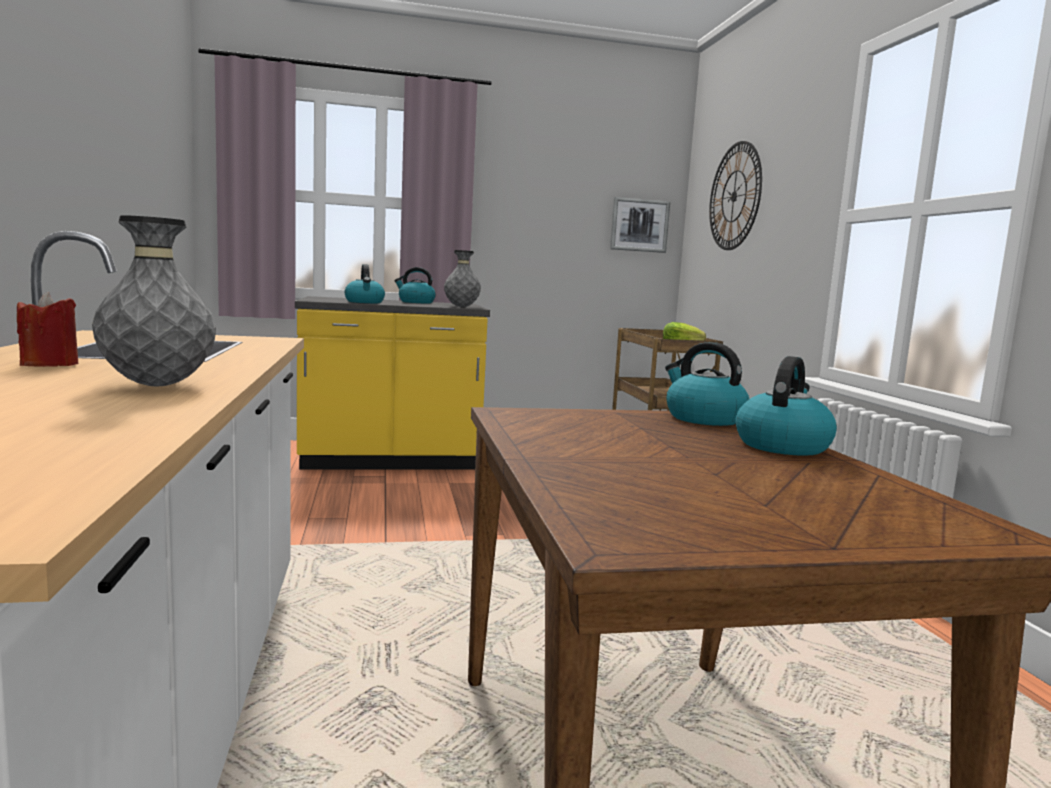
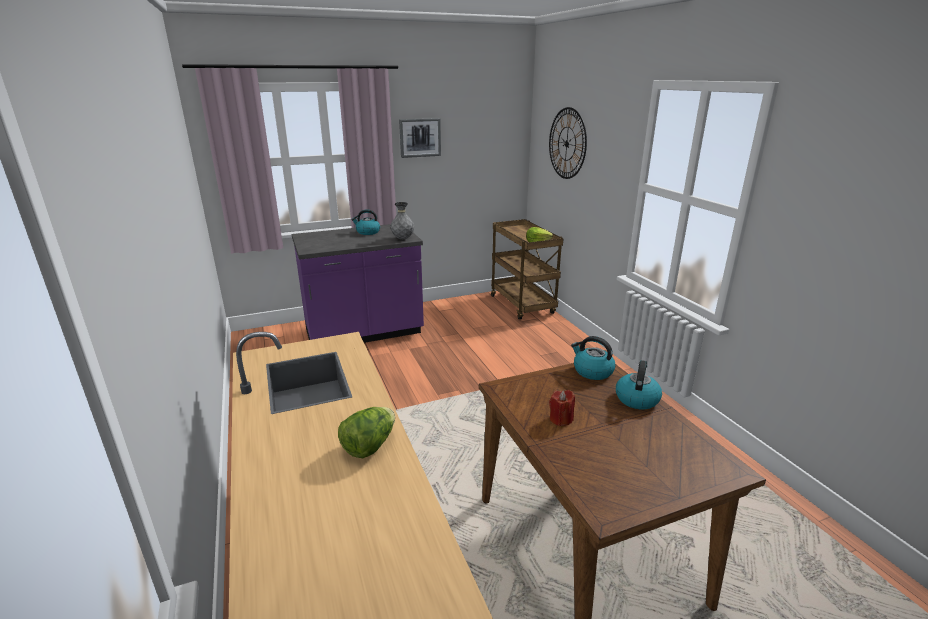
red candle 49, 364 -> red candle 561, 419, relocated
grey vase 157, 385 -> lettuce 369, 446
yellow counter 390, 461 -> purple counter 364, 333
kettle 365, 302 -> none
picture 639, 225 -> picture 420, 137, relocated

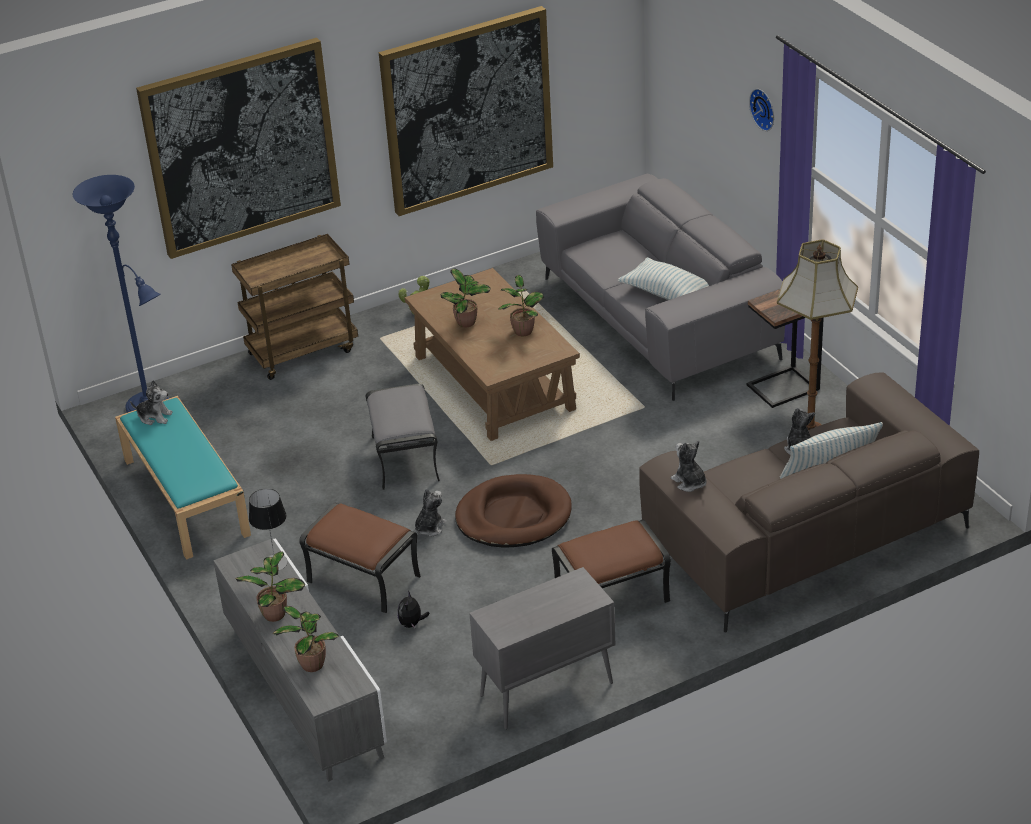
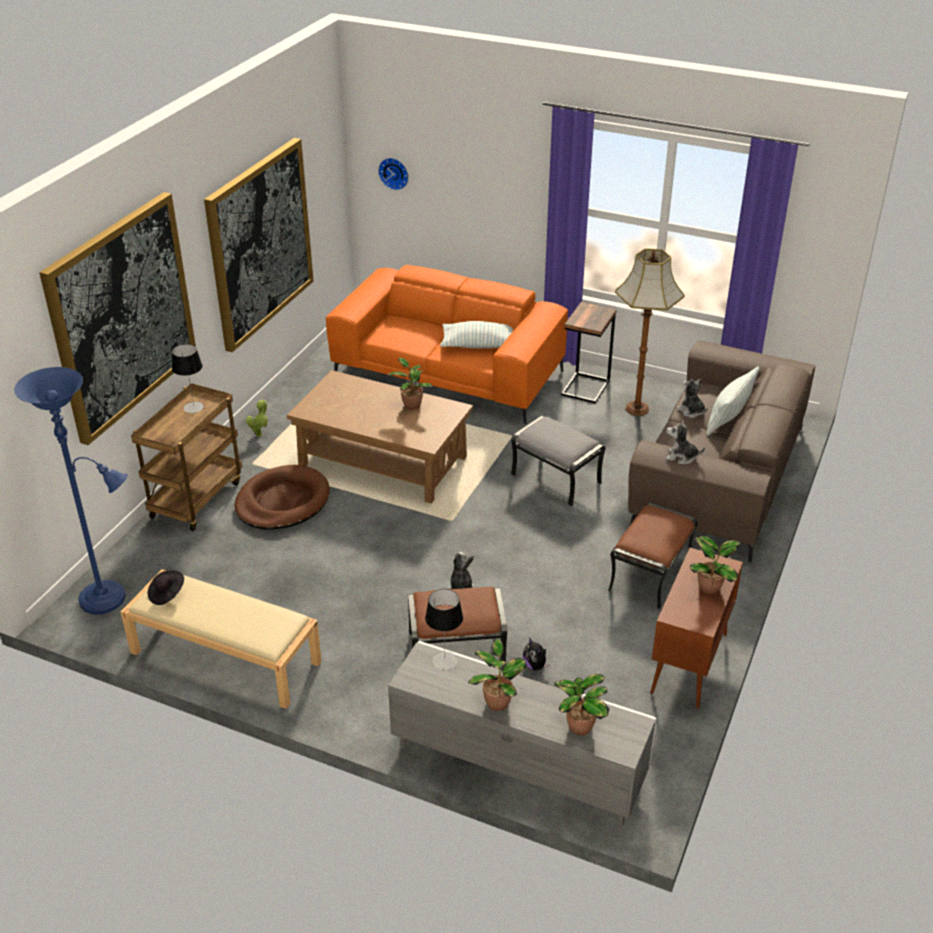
turquoise bench 185, 496 -> beige bench 224, 657
plush toy 154, 417 -> black hat 166, 594
grey ottoman 406, 458 -> grey ottoman 557, 478, relocated
potted plant 467, 323 -> potted plant 710, 587, relocated
brown dog bed 513, 516 -> brown dog bed 282, 502, relocated
grey cabinet 545, 690 -> brown cabinet 689, 664
grey sofa 658, 318 -> orange sofa 448, 374
wall clock 764, 108 -> wall clock 394, 173, relocated
none -> table lamp 193, 407

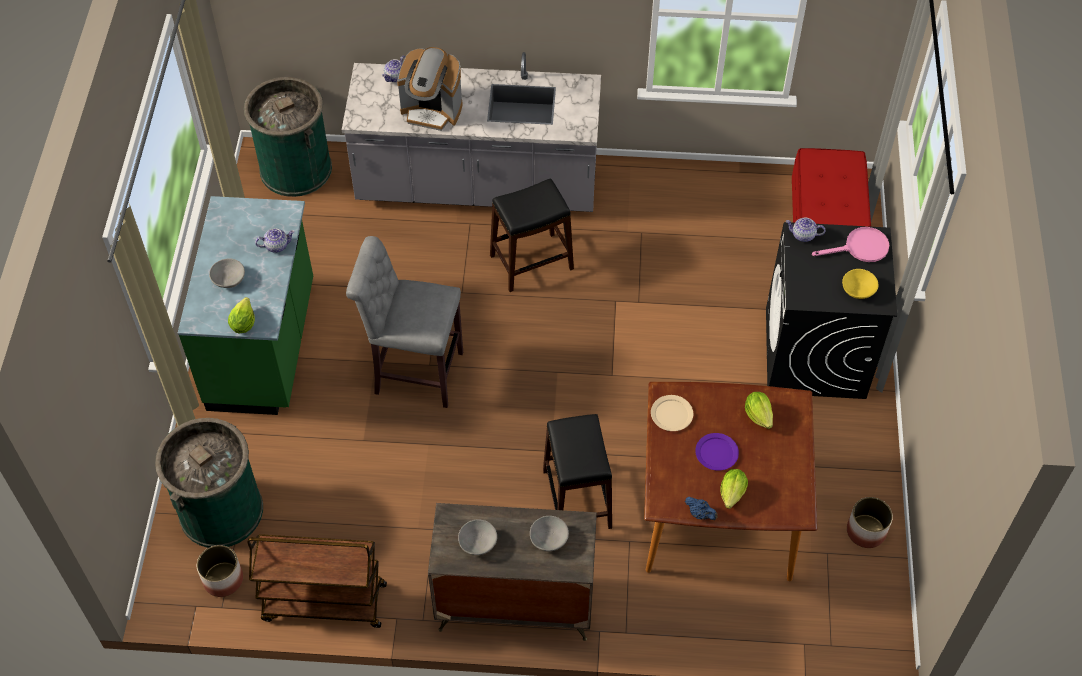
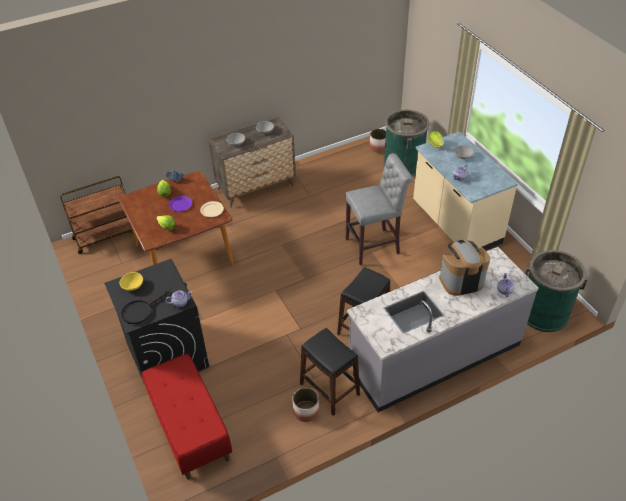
green counter 264, 346 -> beige counter 455, 224
brown cart 323, 603 -> brown cart 105, 236, relocated
black stool 576, 499 -> black stool 329, 389, relocated
pink frying pan 860, 248 -> black frying pan 140, 311
planter 866, 531 -> planter 306, 411, relocated

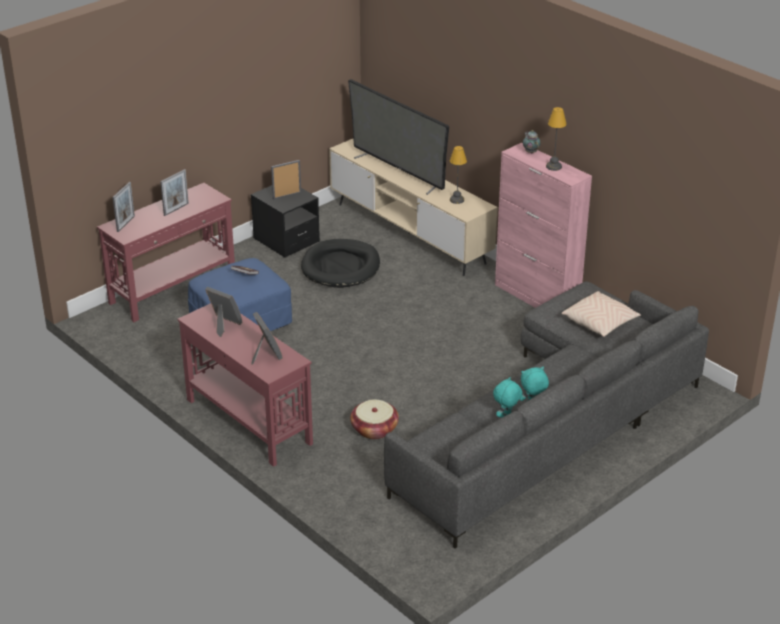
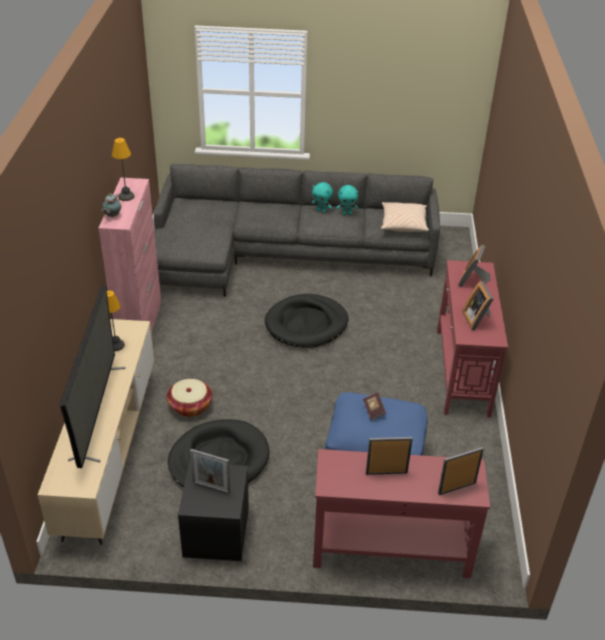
basket 374, 429 -> basket 190, 406, relocated
beige pillow 600, 323 -> beige pillow 403, 224, relocated
none -> black dog bed 306, 324

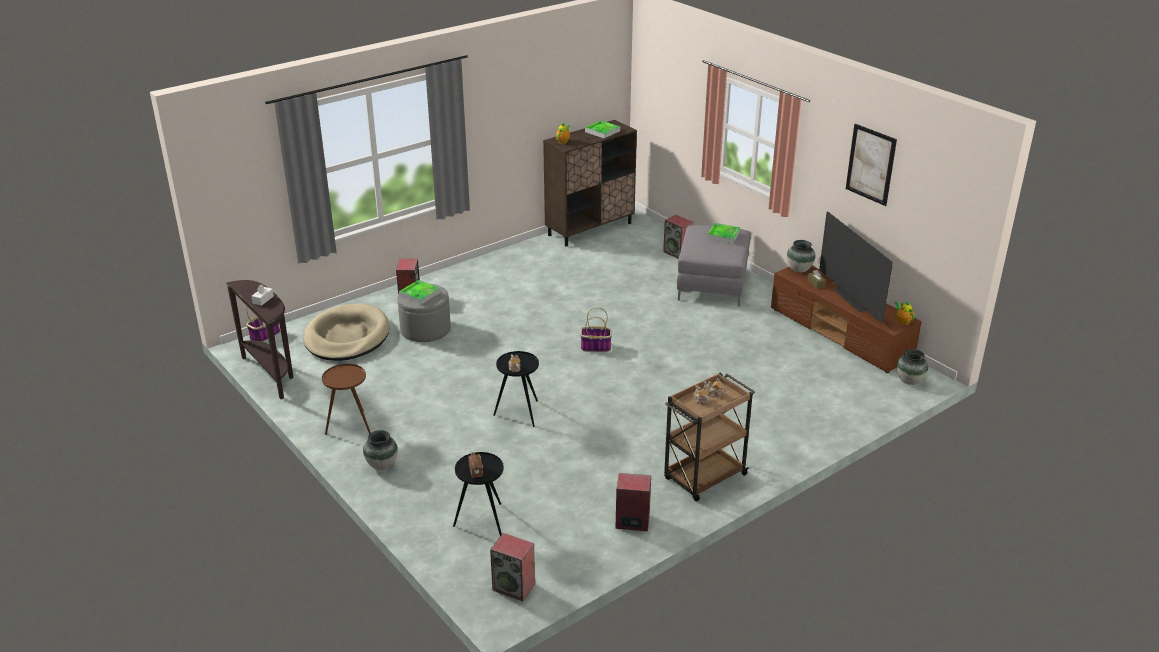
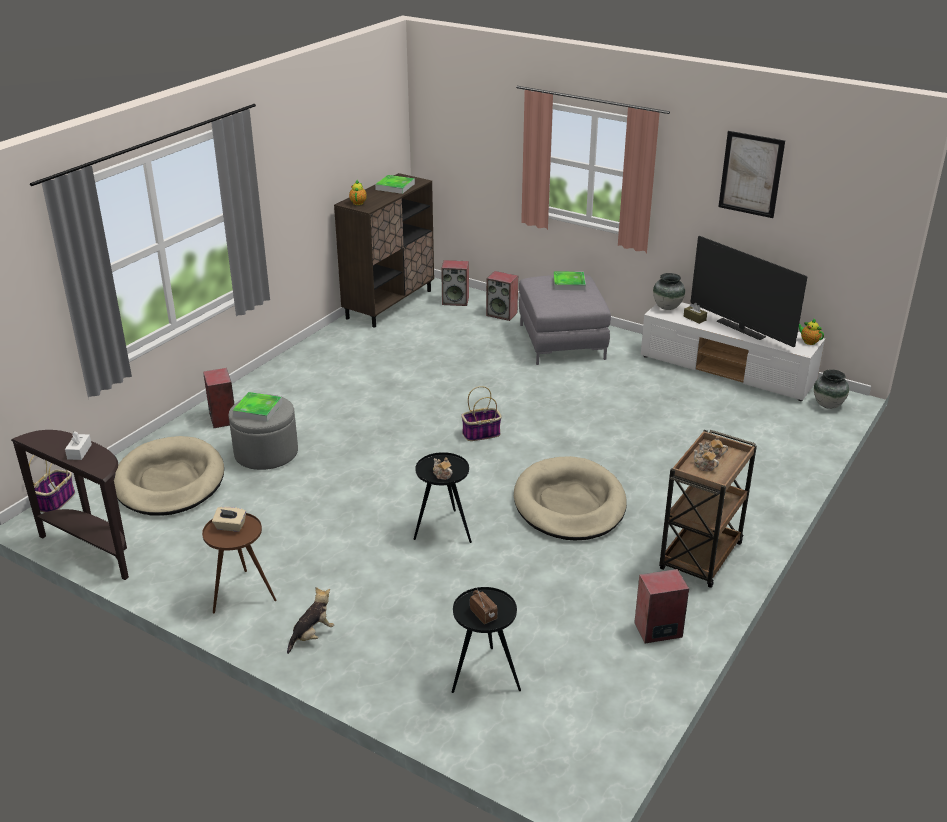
vase 381, 465 -> plush toy 312, 635
speaker 514, 587 -> speaker 456, 301, relocated
brown tv stand 841, 334 -> white tv stand 728, 370
none -> beige tissue box 230, 526
none -> beige dog bed 569, 504

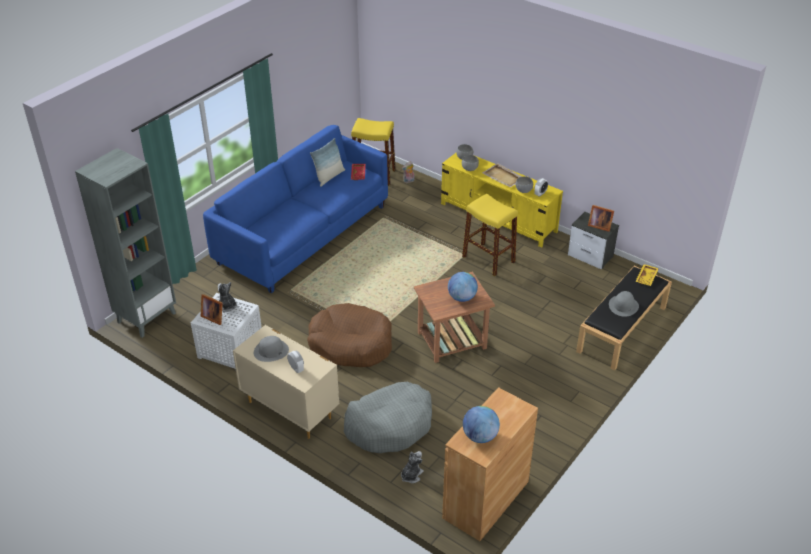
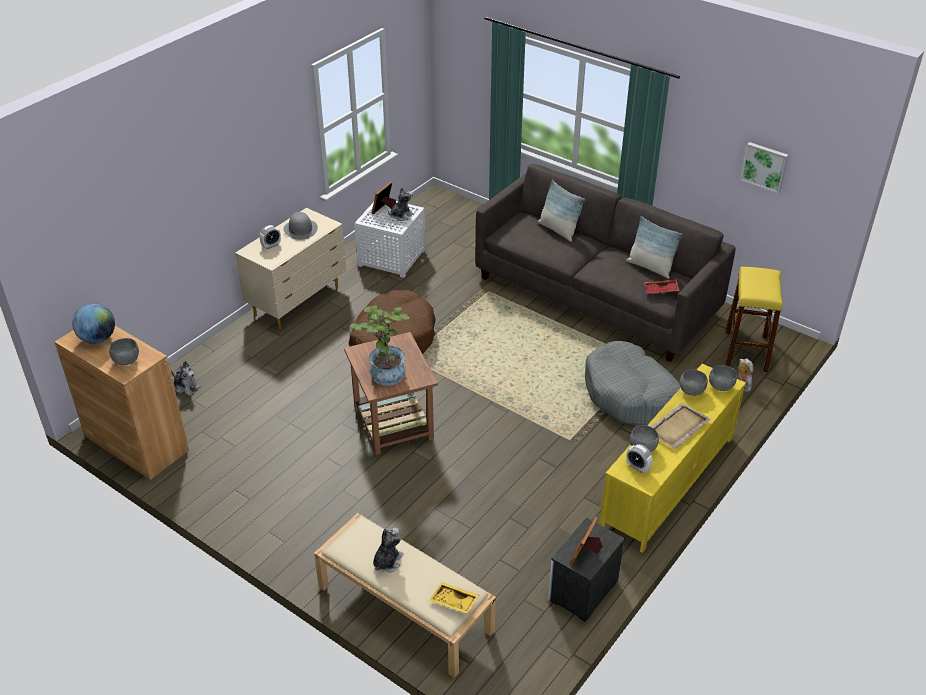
grey bookcase 146, 317 -> none
blue sofa 303, 234 -> grey sofa 596, 295
grey dog bed 390, 425 -> grey dog bed 630, 395, relocated
globe 462, 297 -> potted plant 384, 371
yellow stool 488, 259 -> none
black bench 622, 330 -> beige bench 403, 608
grey hat 623, 306 -> plush toy 387, 562
none -> grey bowl 127, 360
none -> pillow 558, 230
none -> picture 765, 166

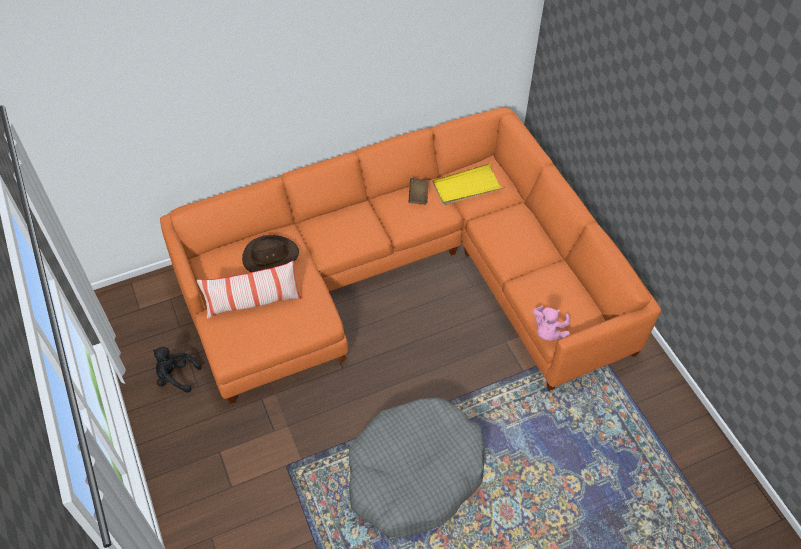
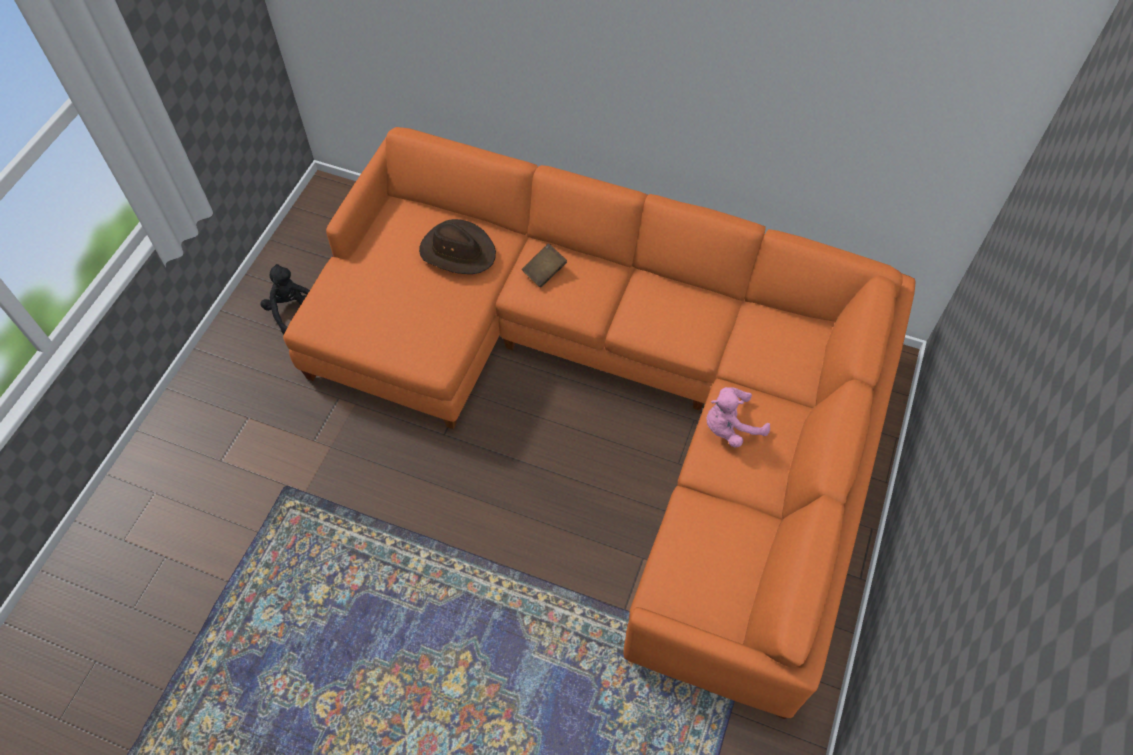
pillow 253, 302 -> none
grey dog bed 414, 474 -> none
brown book 418, 196 -> brown book 544, 272, relocated
yellow tray 467, 187 -> none
pink plush toy 548, 332 -> pink plush toy 730, 427, relocated

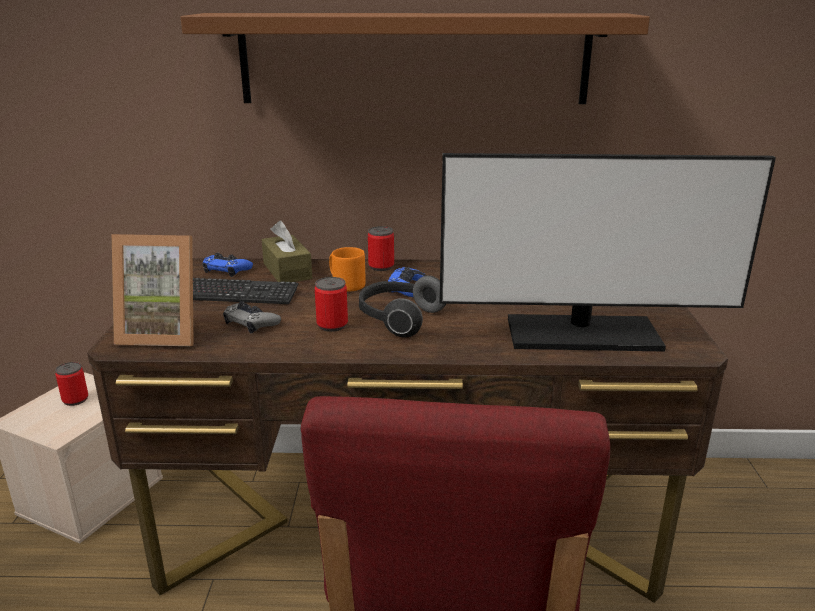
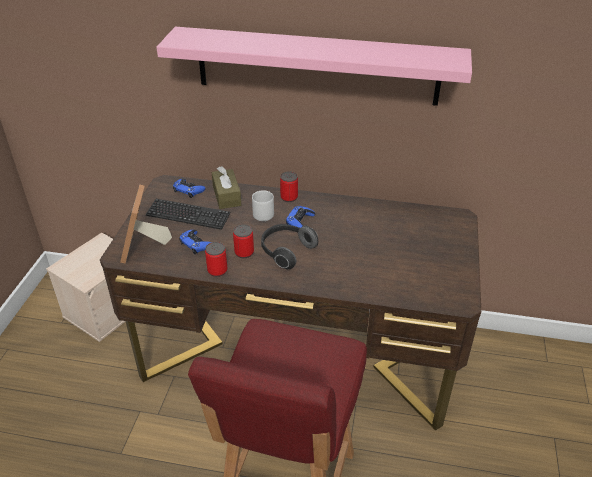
can 75, 399 -> can 217, 270, relocated
picture frame 164, 333 -> picture frame 143, 248, 75 degrees clockwise
brown shelf 414, 59 -> pink shelf 317, 66
grey game controller 251, 322 -> blue game controller 196, 244
orange mug 346, 284 -> grey mug 261, 213
monitor 582, 334 -> none

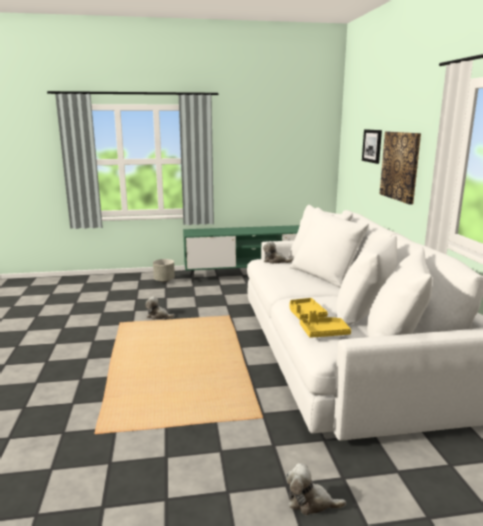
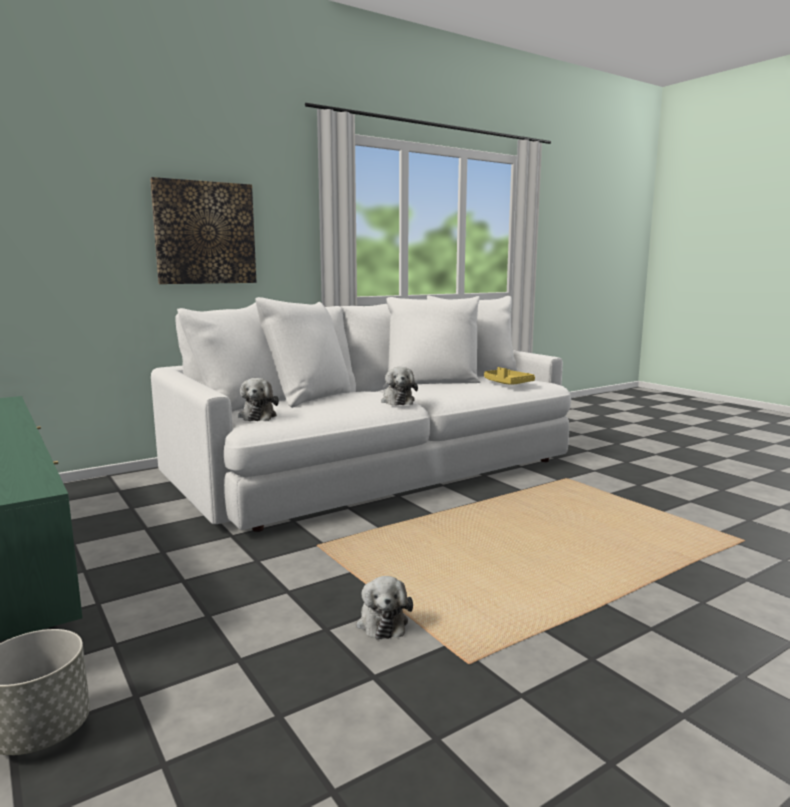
plush toy 310, 502 -> plush toy 397, 401, relocated
yellow tray 305, 314 -> none
picture 372, 146 -> none

